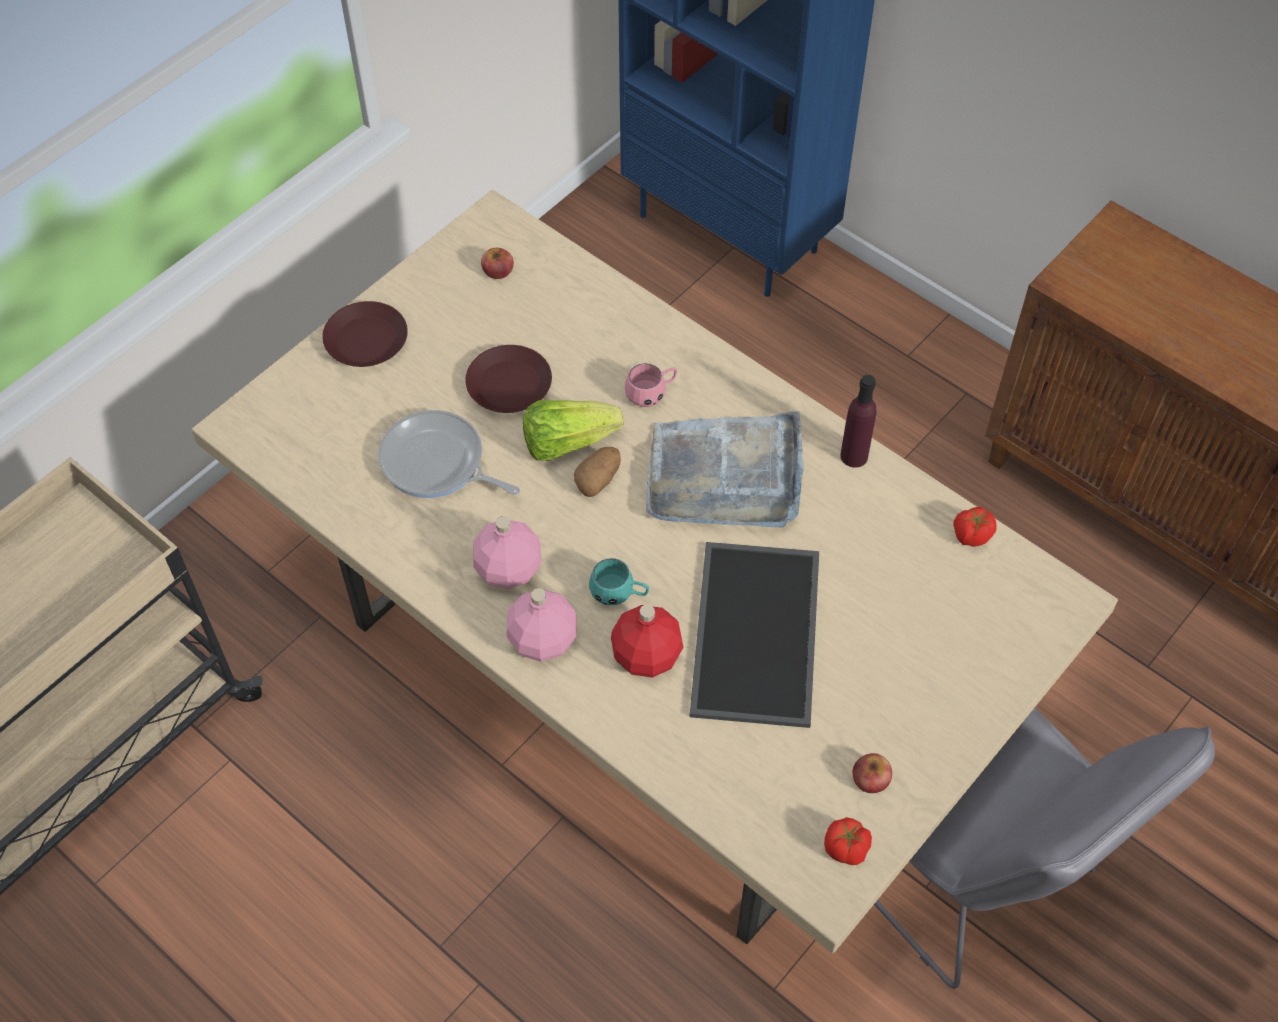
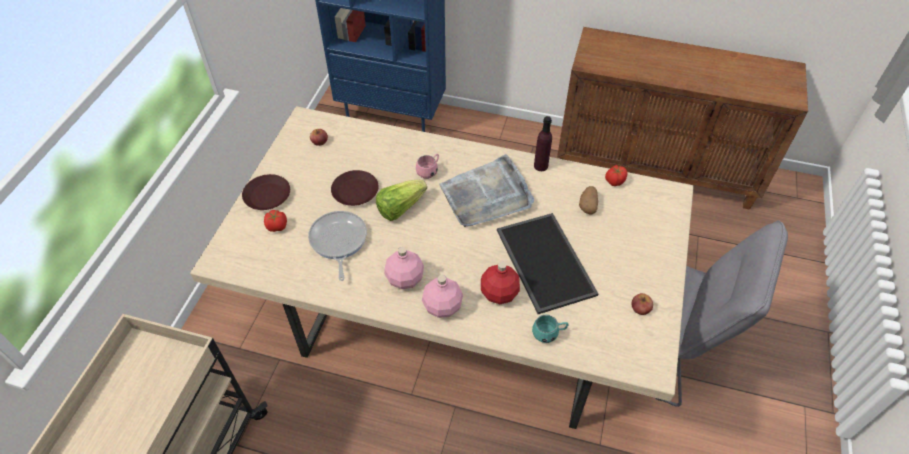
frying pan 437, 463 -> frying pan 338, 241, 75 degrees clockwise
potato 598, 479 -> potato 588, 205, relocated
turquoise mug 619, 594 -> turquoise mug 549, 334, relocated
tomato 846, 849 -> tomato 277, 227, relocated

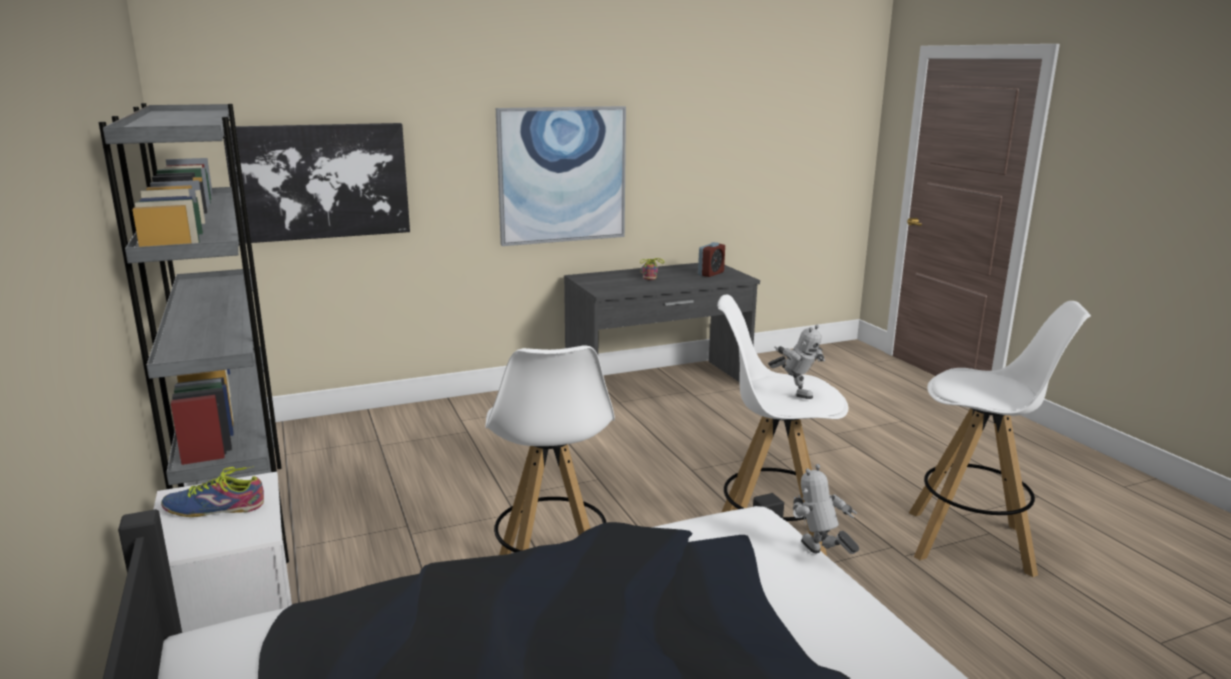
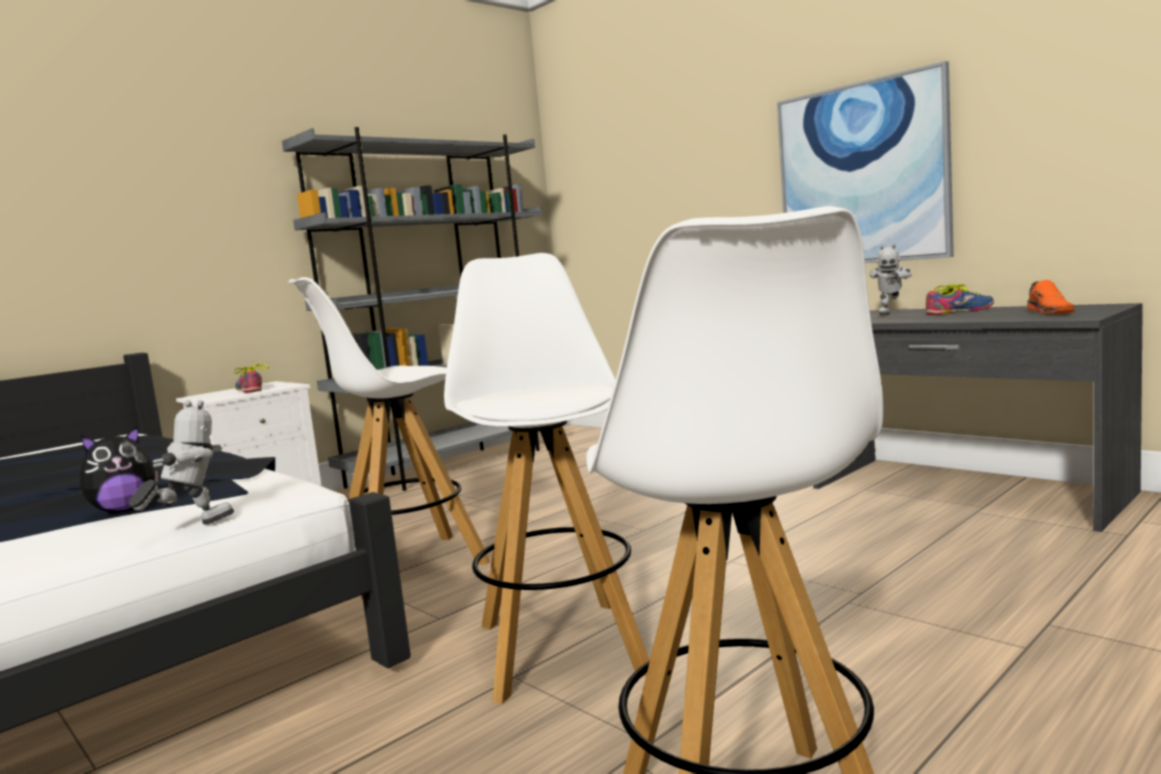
picture 320, 181 -> none
alarm clock 711, 273 -> orange shoe 1051, 313
toy robot 795, 392 -> toy robot 890, 314, relocated
none -> plush toy 124, 510

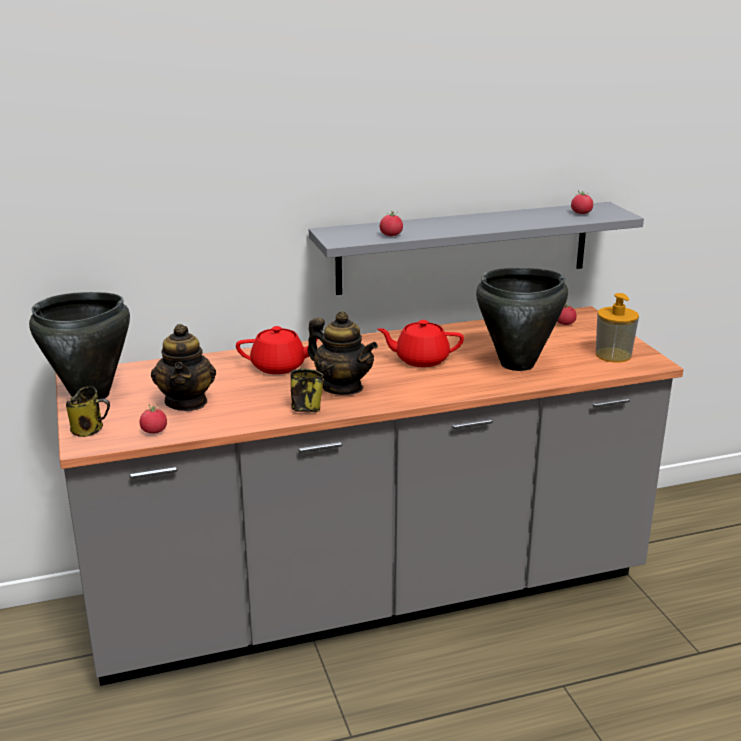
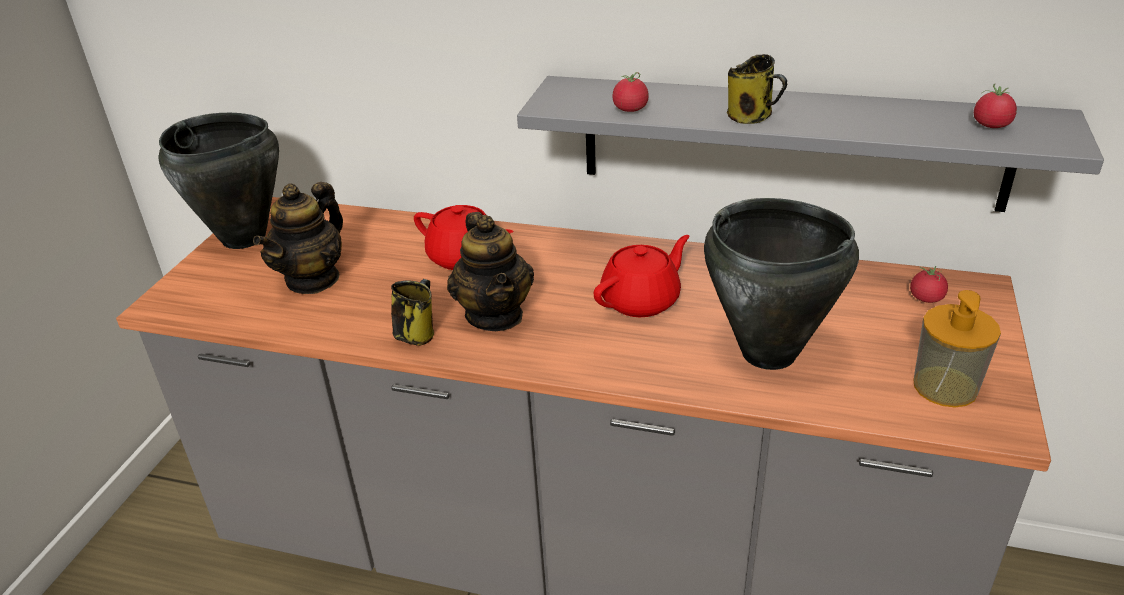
mug 89, 430 -> mug 751, 117, relocated
tomato 154, 431 -> none
red teapot 420, 360 -> red teapot 642, 301, 105 degrees clockwise

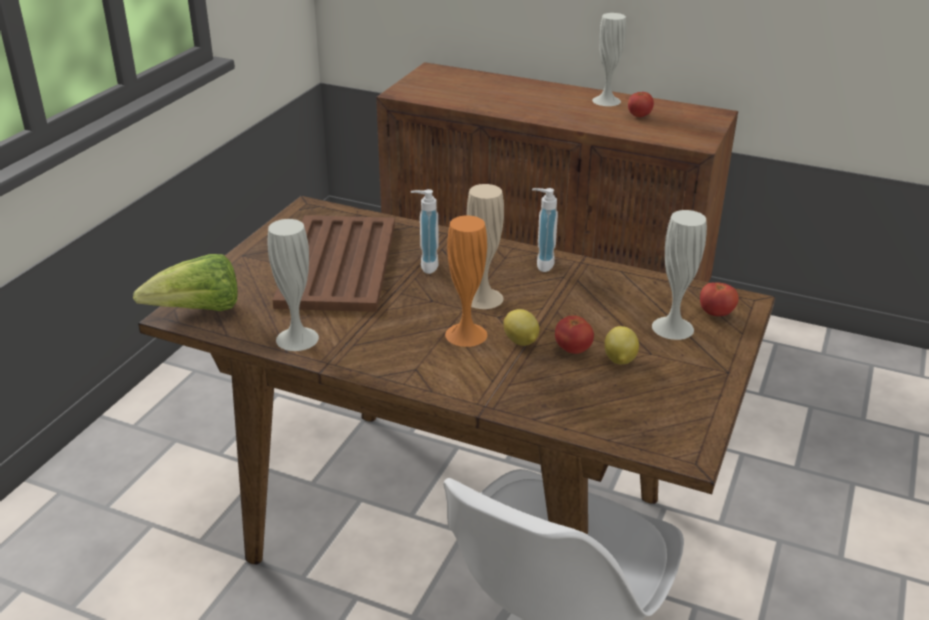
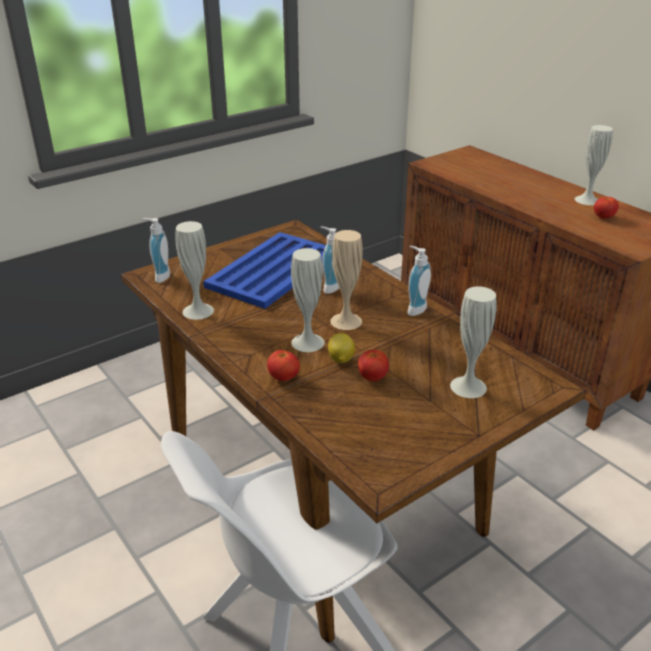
lettuce 198, 311 -> soap dispenser 159, 276
brown tray 337, 265 -> blue tray 271, 271
orange vase 466, 334 -> white vase 307, 342
lemon 619, 360 -> none
tomato 716, 314 -> tomato 283, 378, relocated

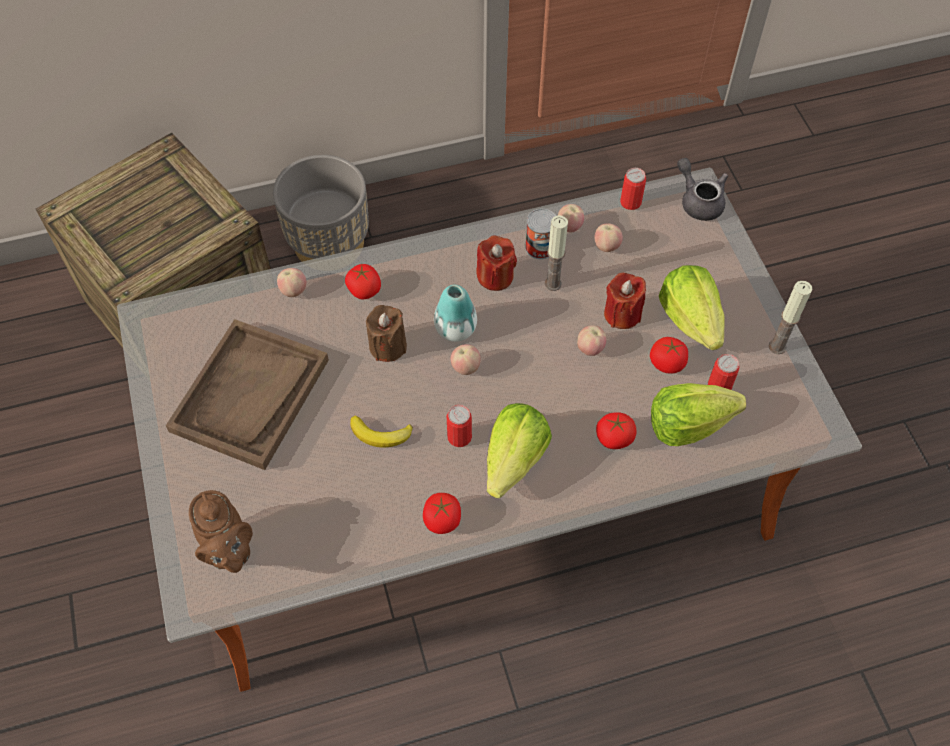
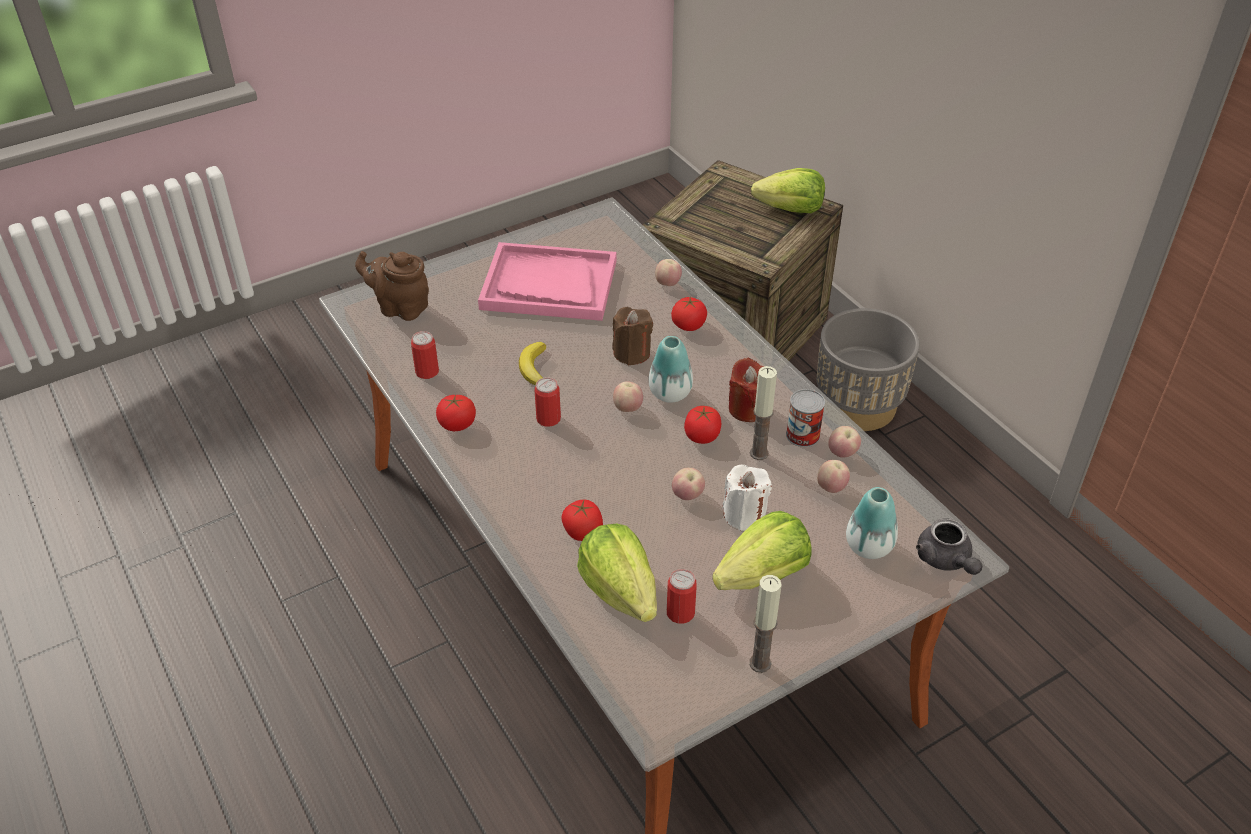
brown tray 250, 396 -> pink tray 548, 285
brown teapot 228, 550 -> brown teapot 400, 308, 60 degrees clockwise
lettuce 514, 460 -> lettuce 790, 210, relocated
red candle 622, 314 -> white candle 744, 515
can 630, 202 -> can 427, 372, relocated
tomato 666, 363 -> tomato 702, 436, relocated
grey teapot 699, 201 -> grey teapot 946, 560, 120 degrees clockwise
none -> vase 868, 546

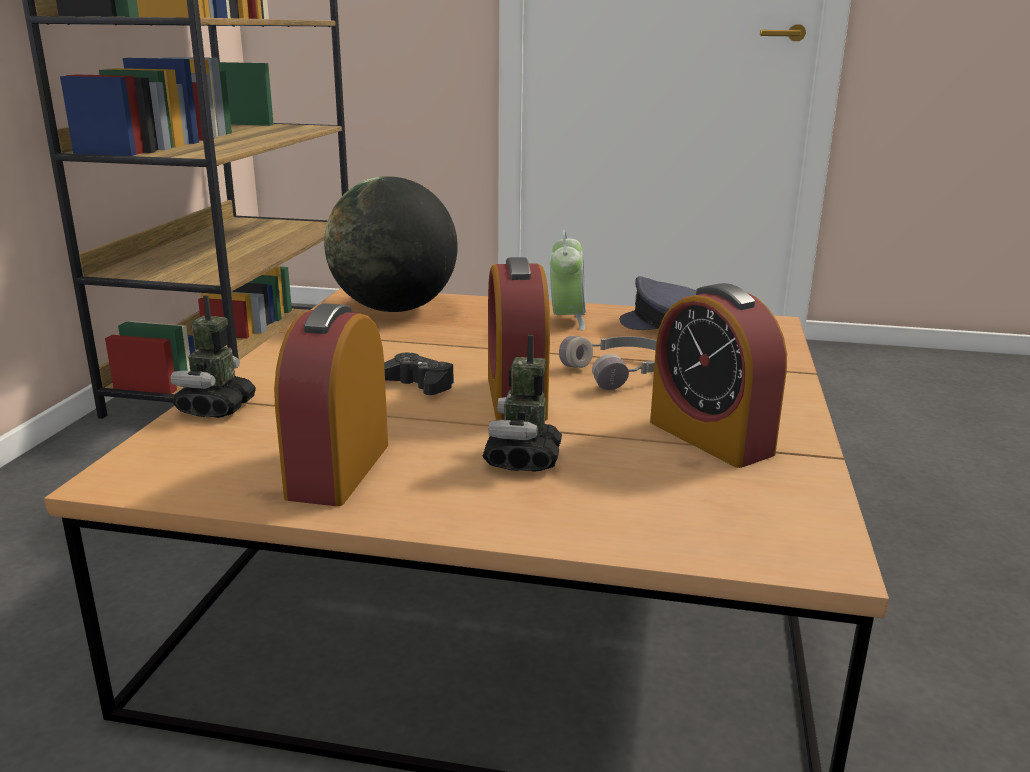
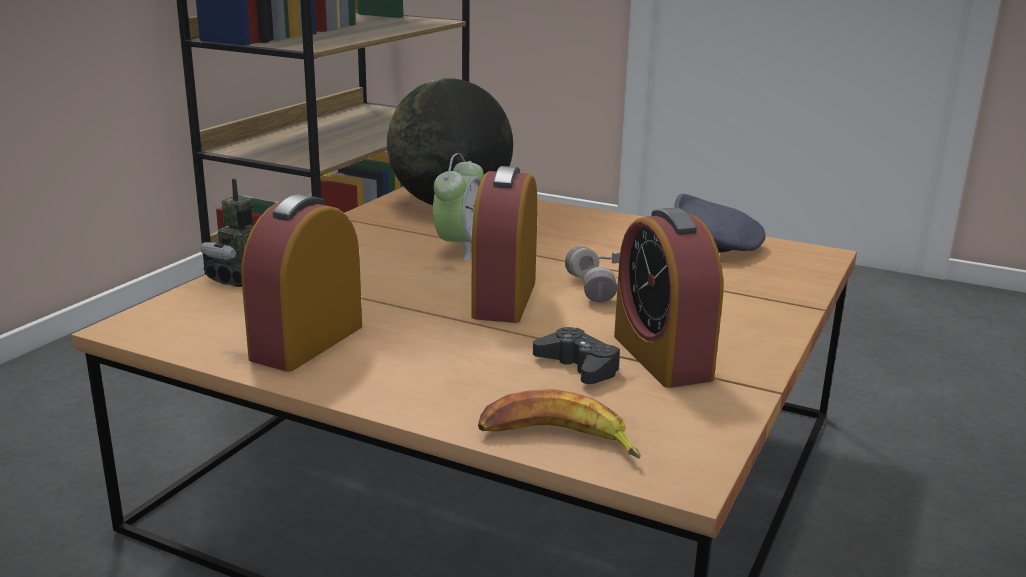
black game controller 418, 384 -> black game controller 578, 366, relocated
toy robot 522, 459 -> none
alarm clock 566, 320 -> alarm clock 461, 247, relocated
none -> banana 557, 440

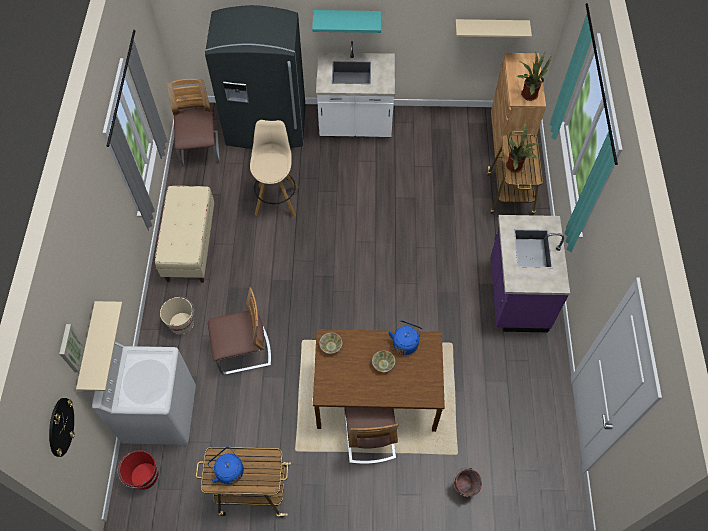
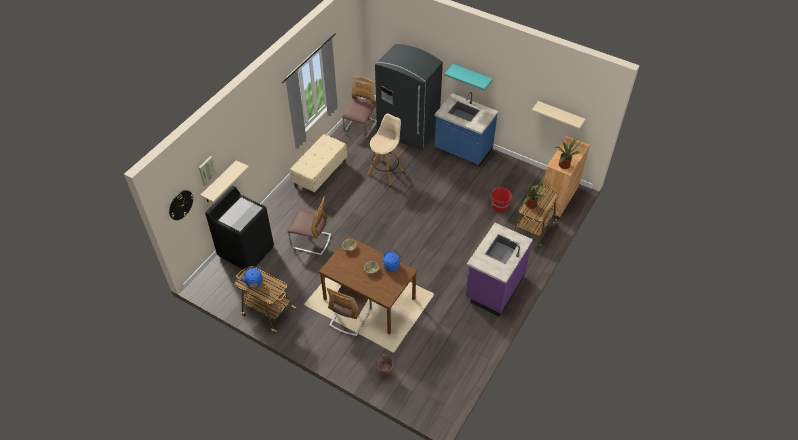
white washing machine 160, 413 -> black washing machine 246, 251
red bucket 144, 476 -> red bucket 499, 206, relocated
beige bucket 182, 323 -> none
white counter 355, 125 -> blue counter 463, 151

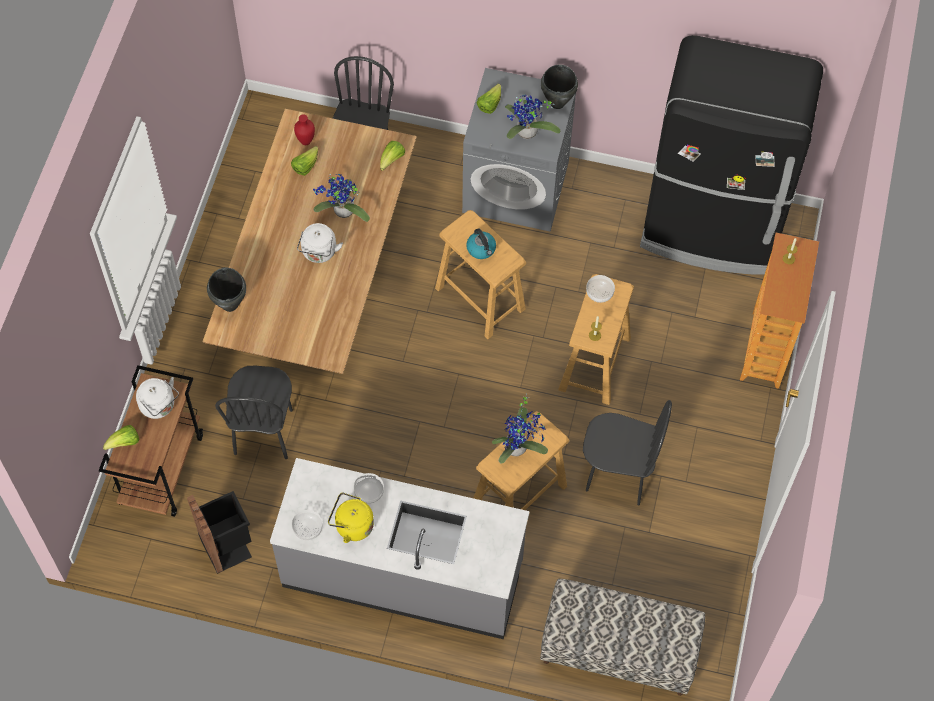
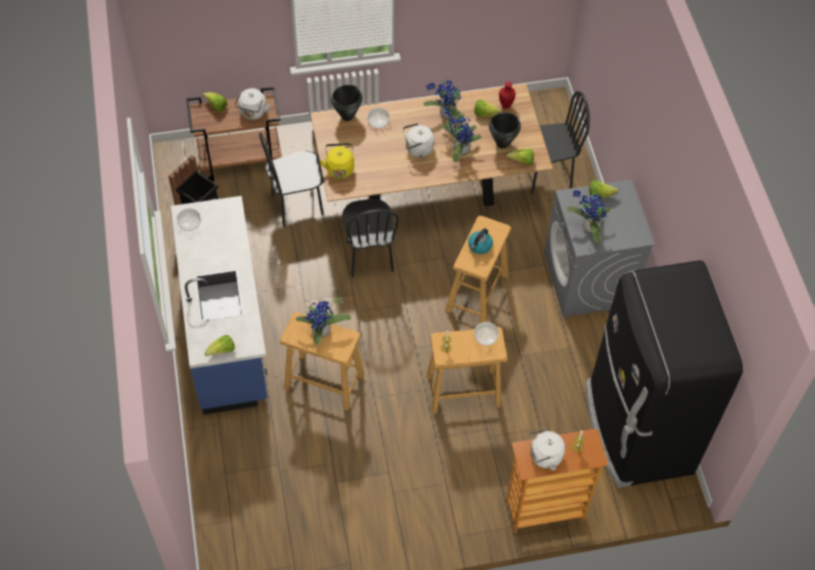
grey counter 403, 573 -> blue counter 227, 331
yellow kettle 352, 525 -> yellow kettle 339, 168, relocated
bowl 369, 492 -> bowl 378, 122, relocated
bench 618, 651 -> none
black cooking pot 557, 103 -> black cooking pot 502, 143, relocated
black chair 618, 474 -> black chair 369, 256, relocated
none -> lettuce 222, 351
none -> potted plant 446, 115
none -> white kettle 544, 456

